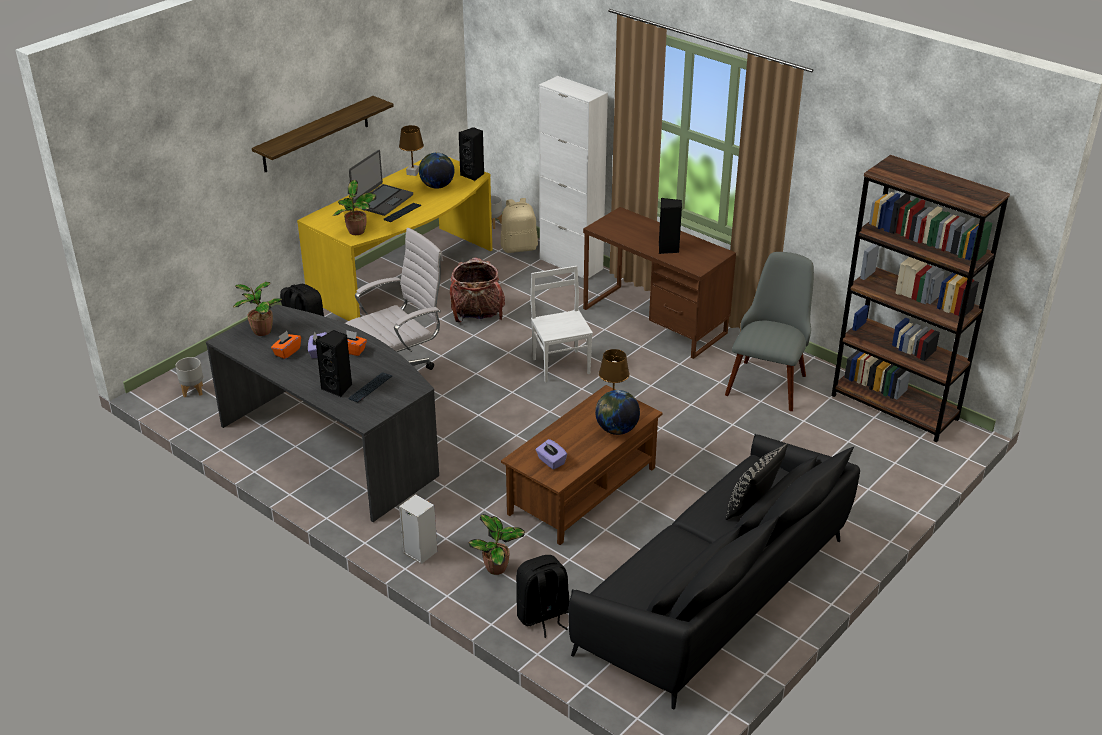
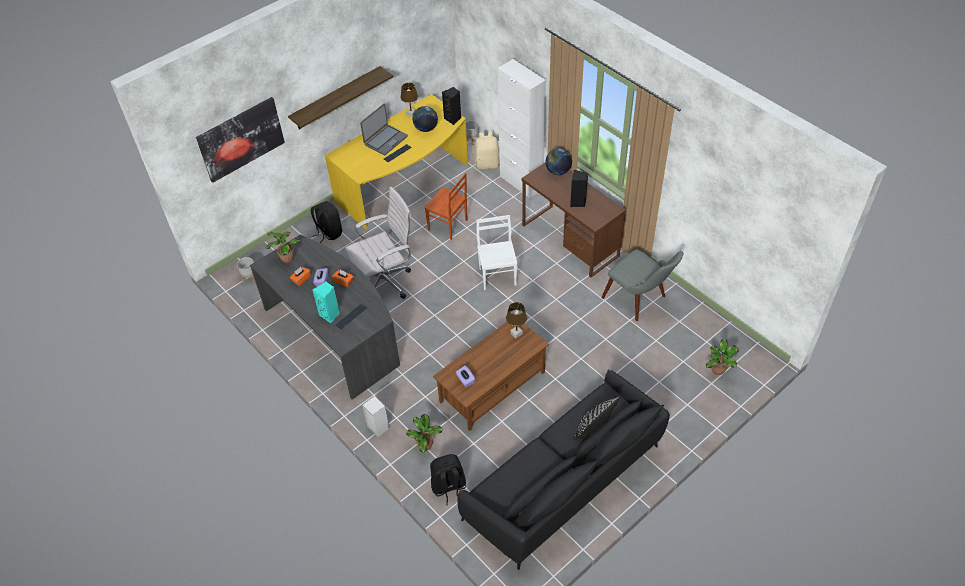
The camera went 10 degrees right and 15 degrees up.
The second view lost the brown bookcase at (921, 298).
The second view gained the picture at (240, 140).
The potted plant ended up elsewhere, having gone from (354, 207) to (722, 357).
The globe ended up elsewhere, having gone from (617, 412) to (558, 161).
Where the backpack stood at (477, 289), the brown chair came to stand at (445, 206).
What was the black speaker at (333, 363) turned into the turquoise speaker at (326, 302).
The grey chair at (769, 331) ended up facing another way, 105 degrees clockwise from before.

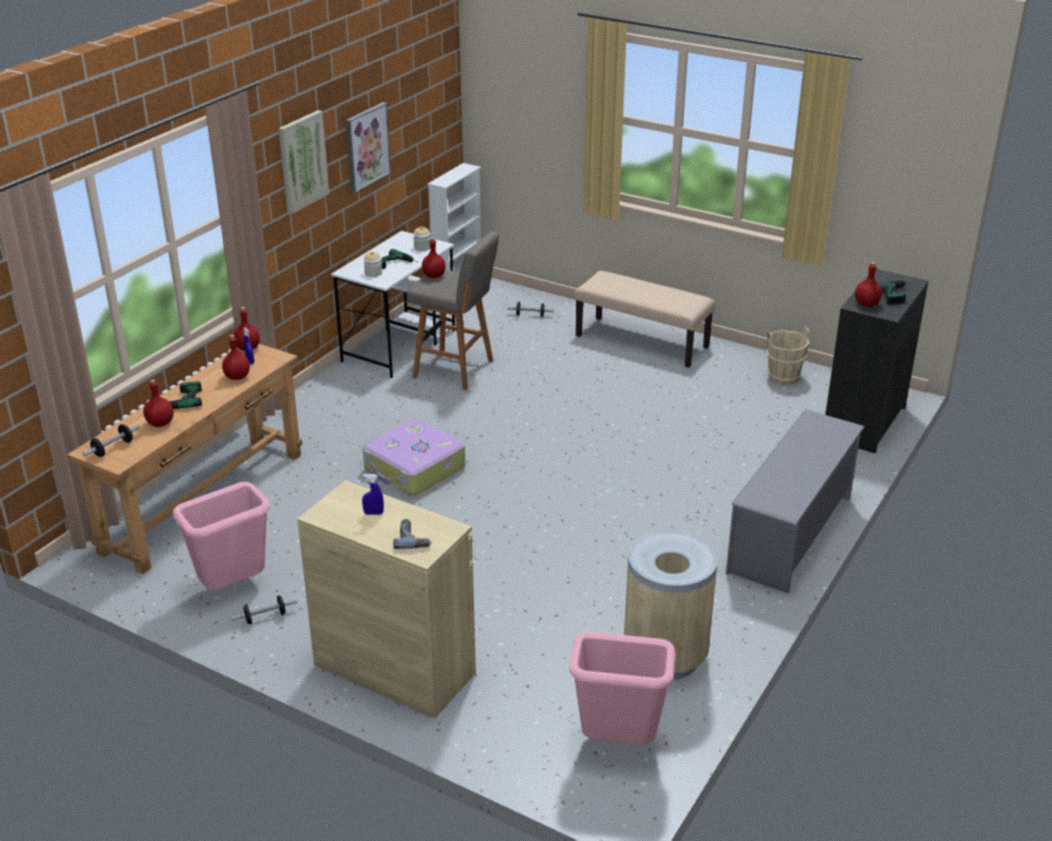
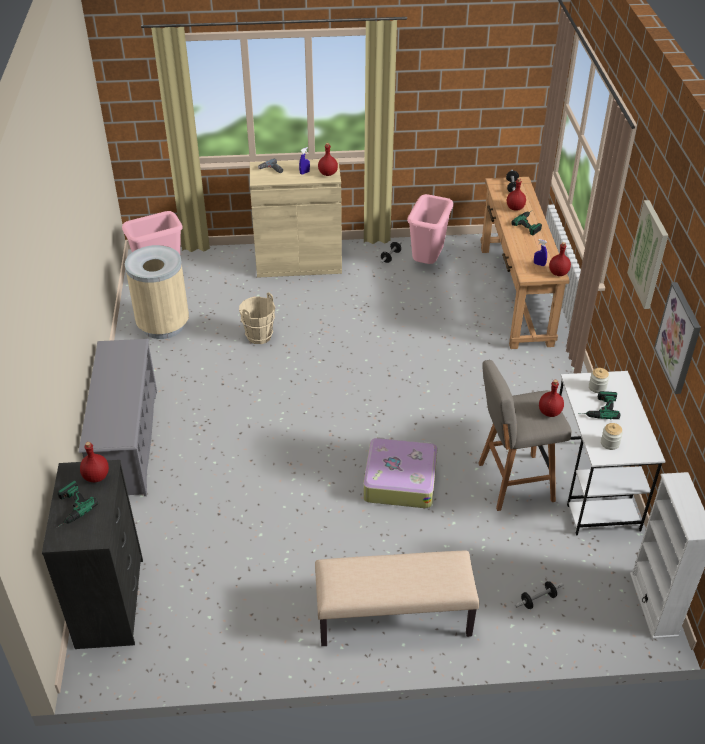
The camera went 145 degrees right and 10 degrees up.
The red bottle ended up elsewhere, having gone from (236, 357) to (328, 159).
The suitcase ended up elsewhere, having gone from (414, 457) to (400, 472).
The beige bucket ended up elsewhere, having gone from (787, 356) to (257, 318).

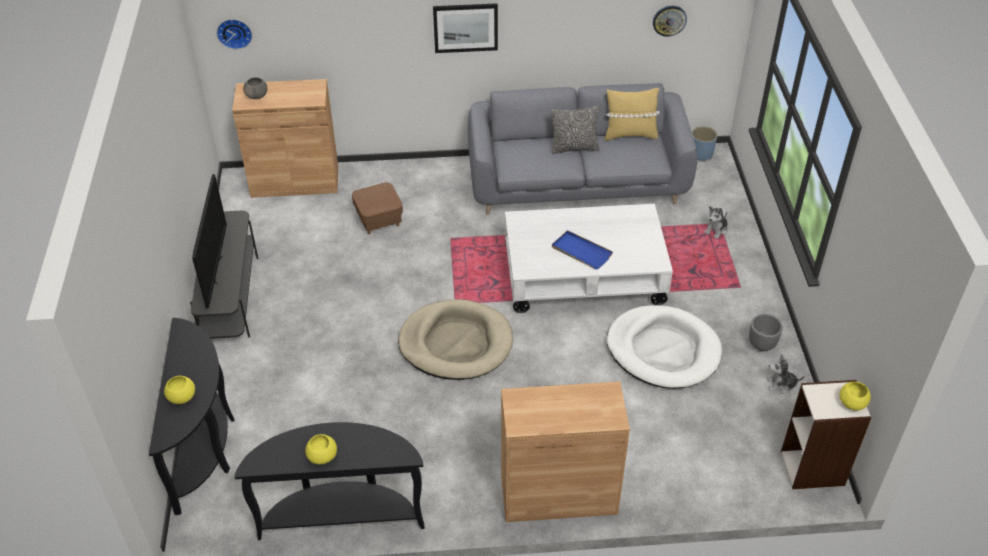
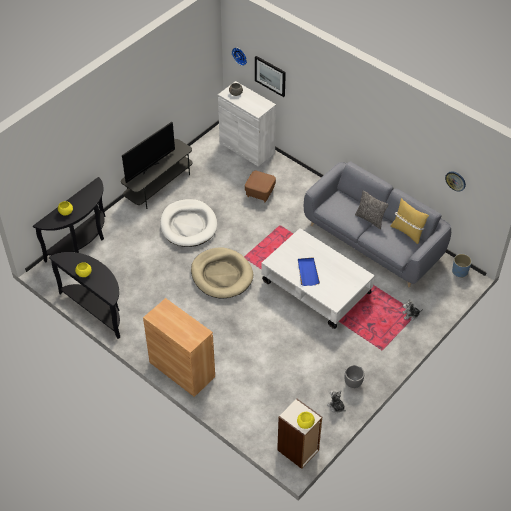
The camera went 45 degrees right and 5 degrees up.
The picture ended up elsewhere, having gone from (465, 28) to (270, 76).
The white dog bed ended up elsewhere, having gone from (664, 347) to (188, 223).
What was the brown cabinet at (285, 138) turned into the white cabinet at (247, 124).

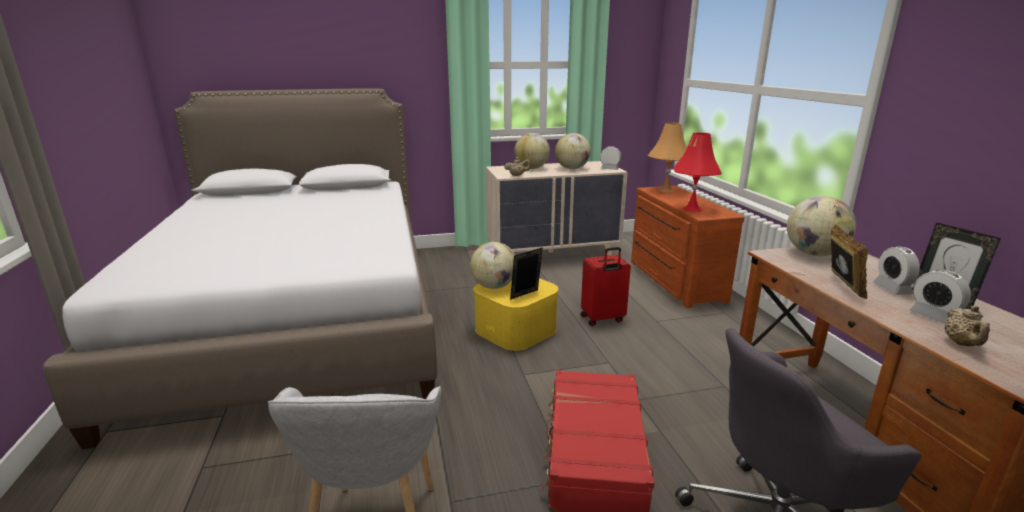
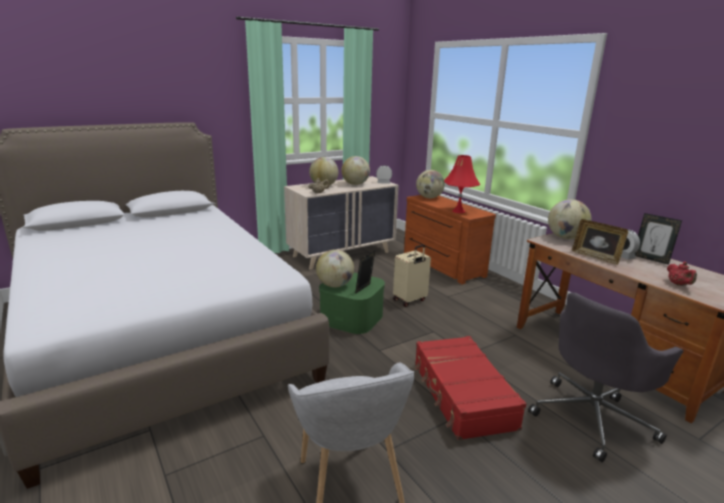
The camera went 20 degrees left and 0 degrees up.
The second view lost the alarm clock at (940, 296).
Where the orange table lamp stood at (667, 158), the globe came to stand at (430, 184).
What was the yellow storage box at (515, 314) turned into the green storage box at (352, 303).
What was the red suitcase at (606, 286) turned into the beige suitcase at (412, 276).
What was the beige teapot at (967, 325) turned into the red teapot at (682, 274).
The picture frame at (849, 261) ended up facing another way, 150 degrees clockwise from before.

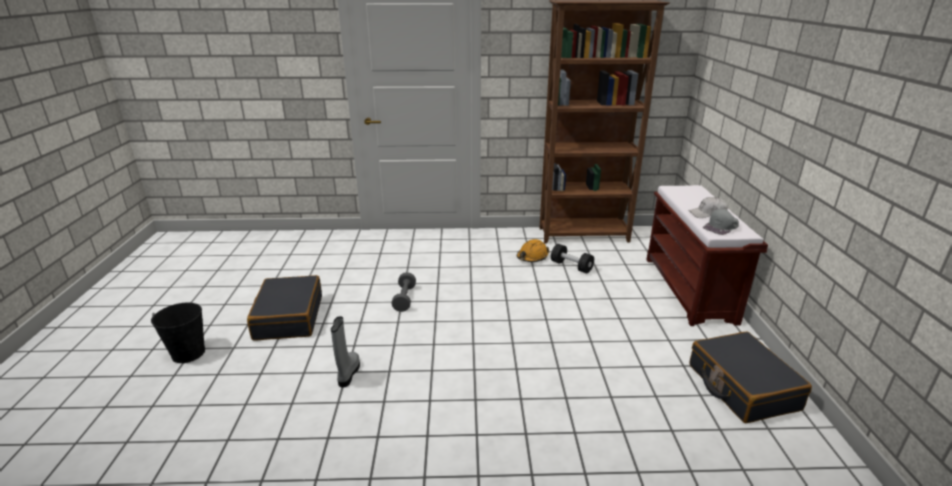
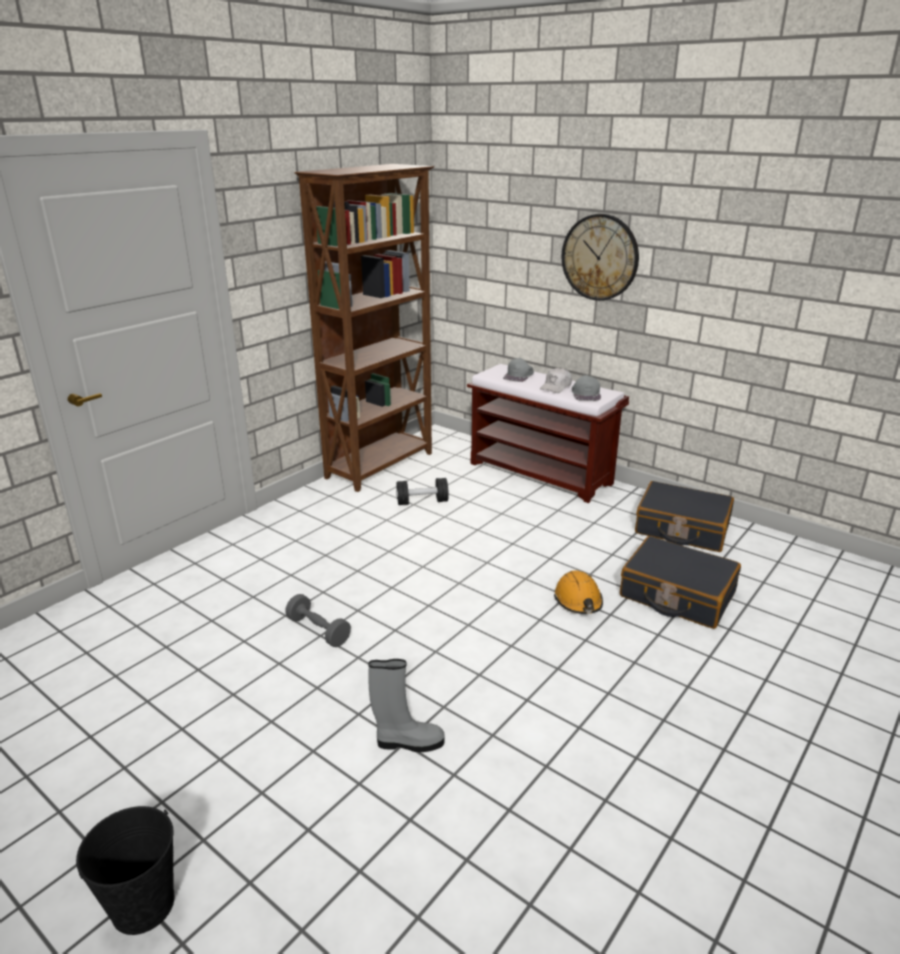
The camera went 50 degrees left and 0 degrees up.
The second view gained the grey cap at (518, 370).
The second view gained the wall clock at (600, 257).
The black suitcase ended up elsewhere, having gone from (284, 308) to (680, 582).
The orange hard hat ended up elsewhere, having gone from (533, 250) to (578, 592).
The grey boot at (345, 351) ended up facing another way, 135 degrees clockwise from before.

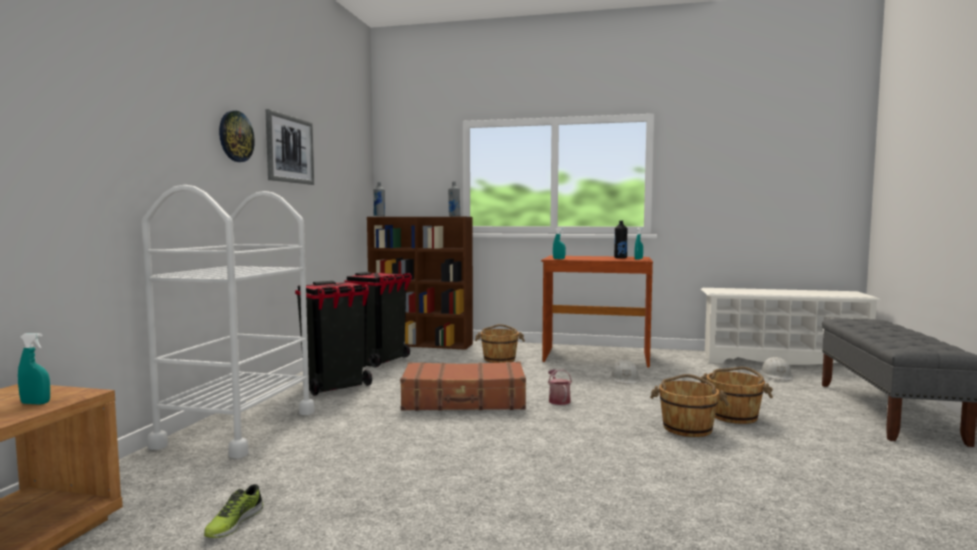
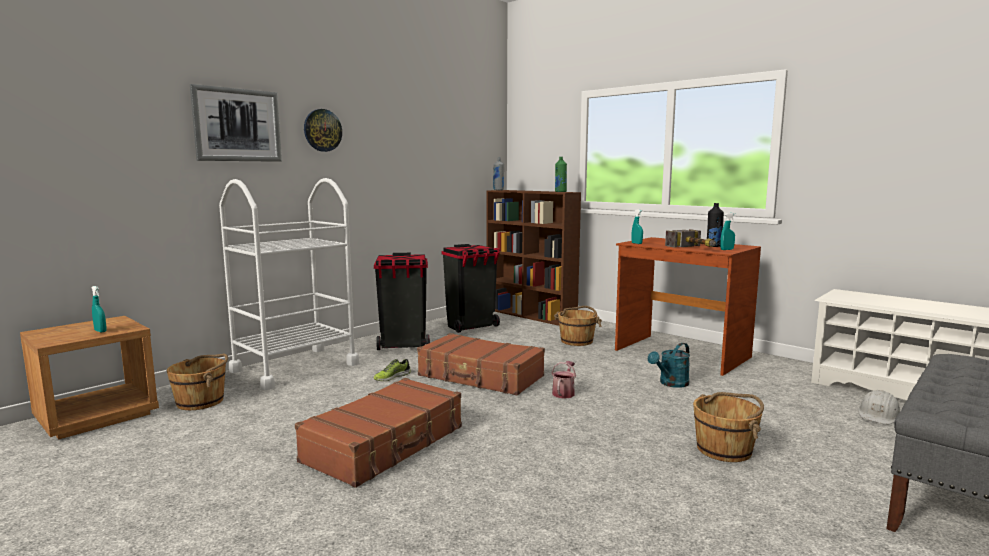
The camera went 30 degrees right and 5 degrees up.
The second view gained the brown suitcase at (378, 433).
The second view gained the hammer at (690, 238).
The shoe ended up elsewhere, having gone from (233, 511) to (392, 370).
The picture ended up elsewhere, having gone from (290, 147) to (236, 123).
The brown bucket ended up elsewhere, having gone from (689, 405) to (197, 382).
Where the white hard hat stood at (625, 372), the turquoise watering can came to stand at (669, 365).
What was the grey bottle at (454, 199) turned into the green bottle at (561, 174).

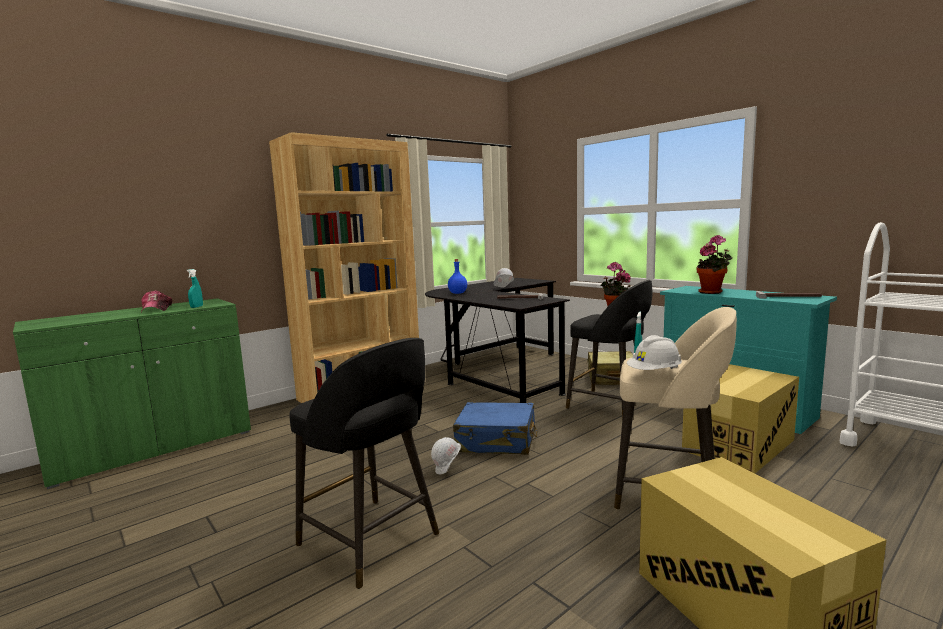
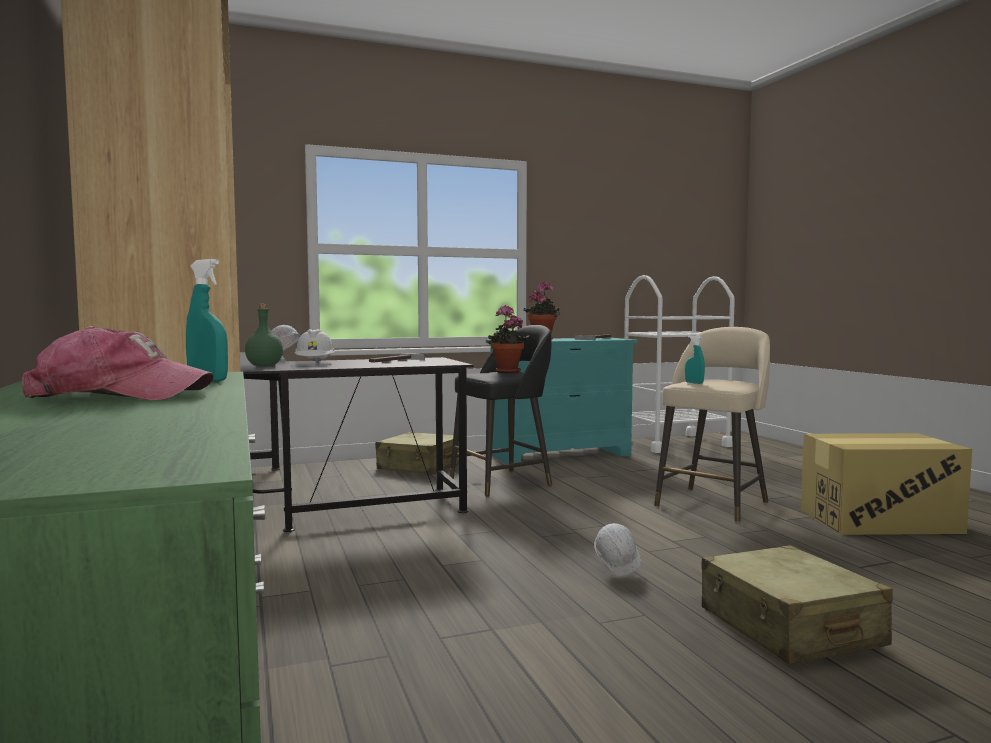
The camera went 70 degrees left and 5 degrees down.
The second view lost the blue suitcase at (495, 428).
The second view lost the cardboard box at (740, 418).
The white hard hat ended up elsewhere, having gone from (654, 352) to (315, 345).
Where the black stool stood at (364, 463), the beige suitcase came to stand at (797, 604).
What was the blue bottle at (457, 276) turned into the green bottle at (264, 335).

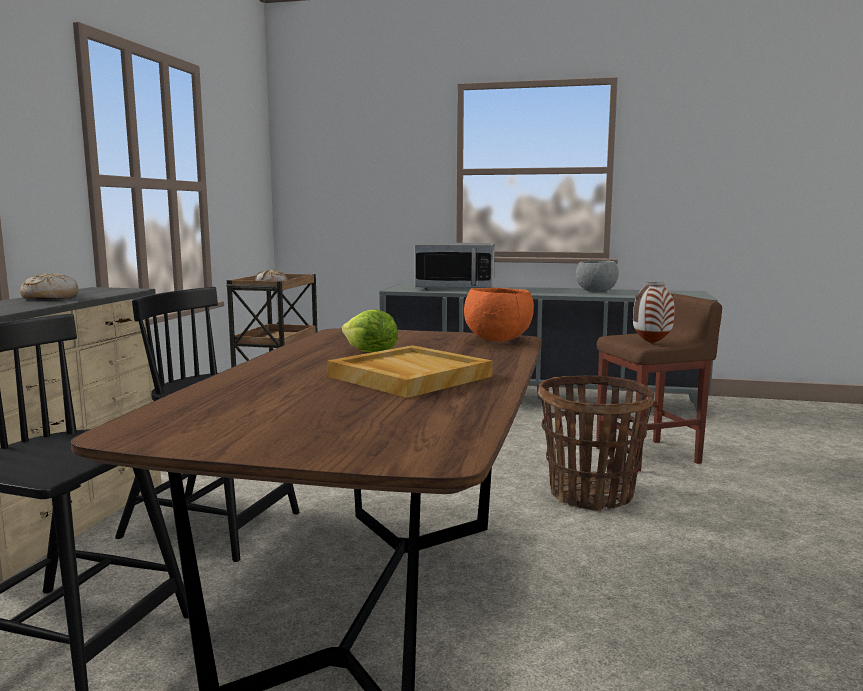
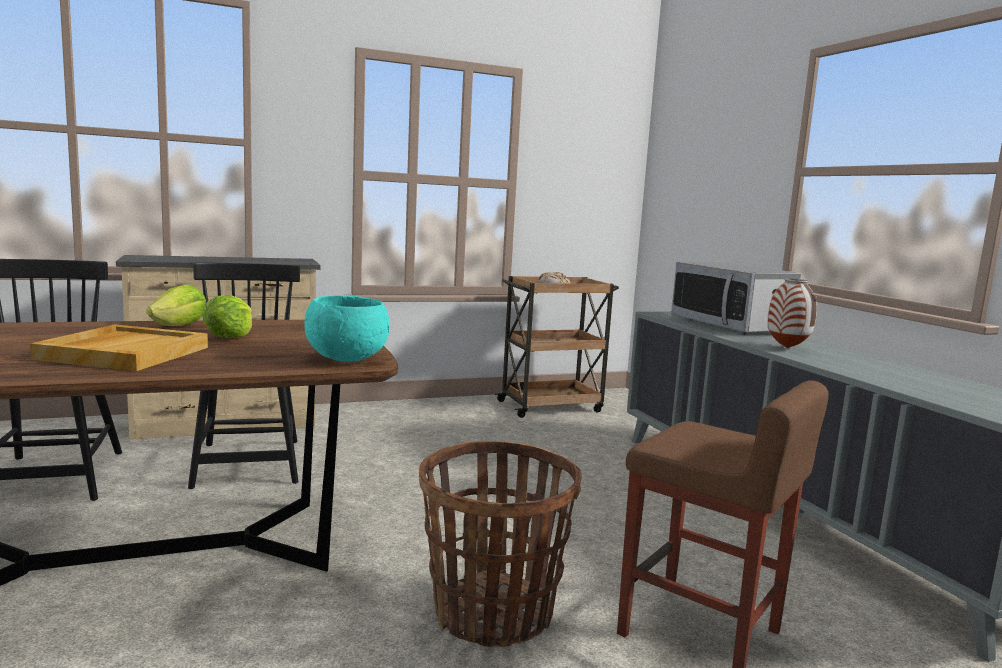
The camera went 55 degrees right and 0 degrees up.
The second view lost the bread at (49, 286).
The second view lost the grey bowl at (597, 276).
The second view gained the lettuce at (176, 305).
The vase ended up elsewhere, having gone from (654, 313) to (792, 313).
What was the orange bowl at (499, 315) turned into the turquoise bowl at (346, 328).

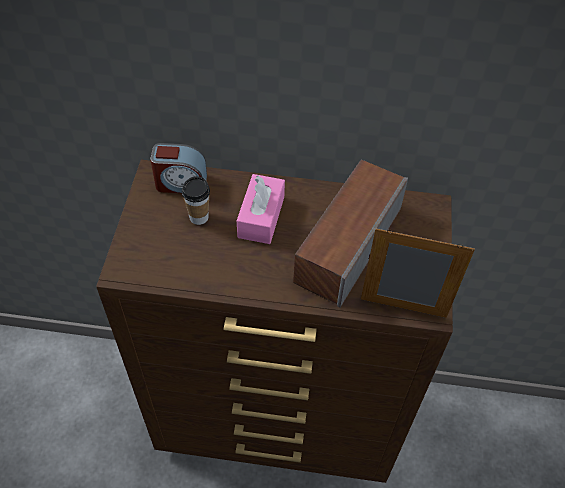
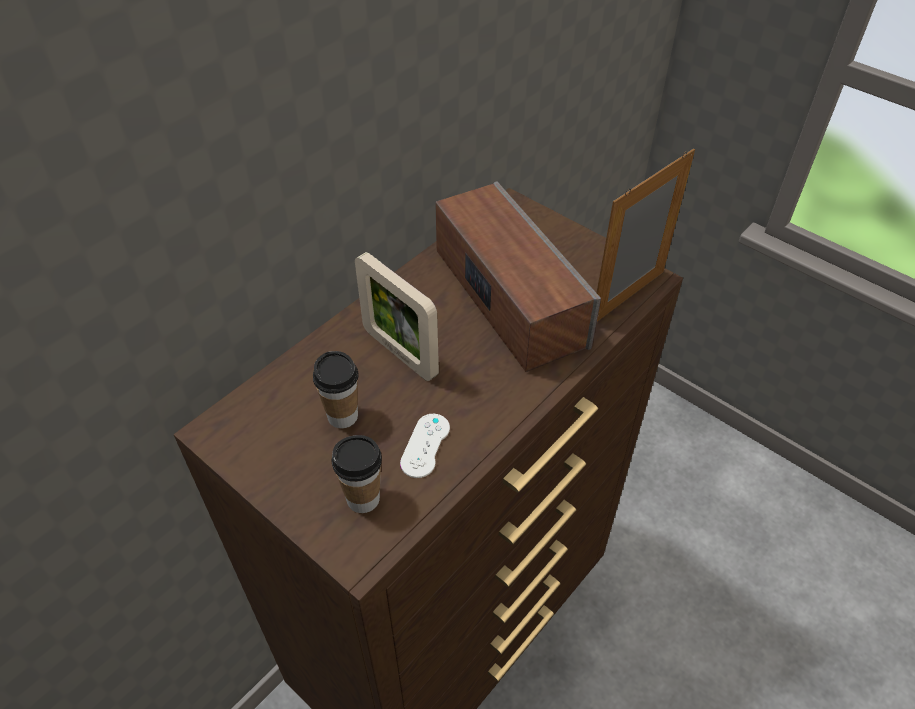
The camera went 55 degrees left and 5 degrees down.
The second view lost the alarm clock at (178, 168).
The second view gained the cup at (357, 474).
The second view gained the white game controller at (425, 446).
Where the pink tissue box stood at (261, 209), the picture frame came to stand at (397, 316).

